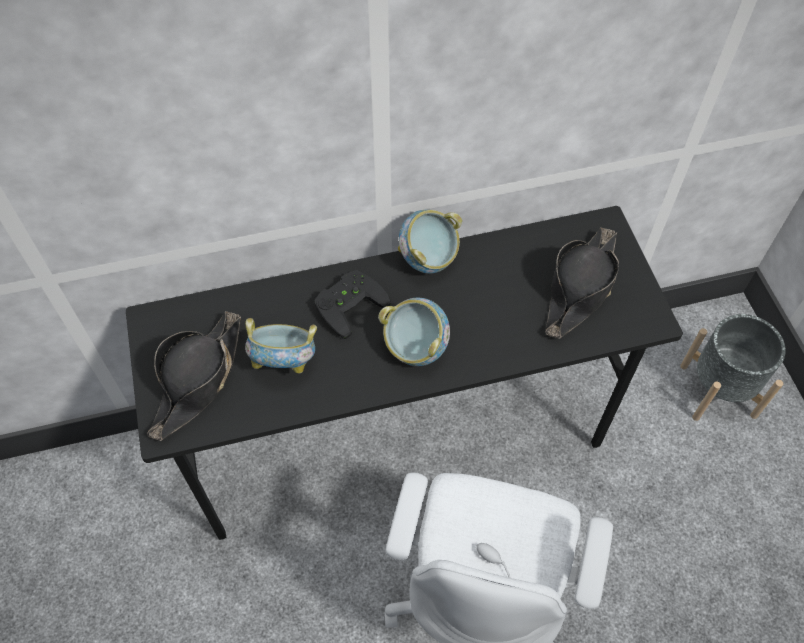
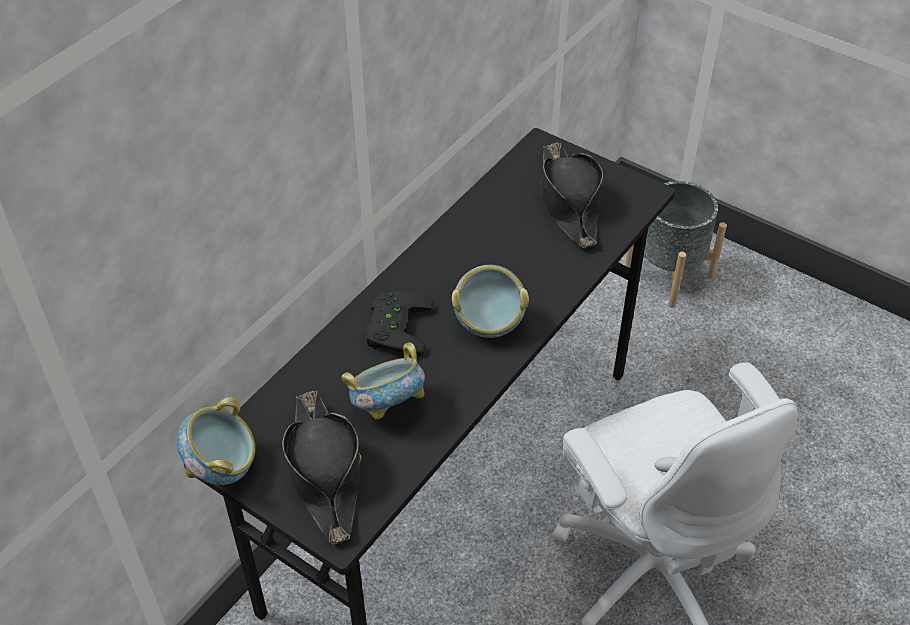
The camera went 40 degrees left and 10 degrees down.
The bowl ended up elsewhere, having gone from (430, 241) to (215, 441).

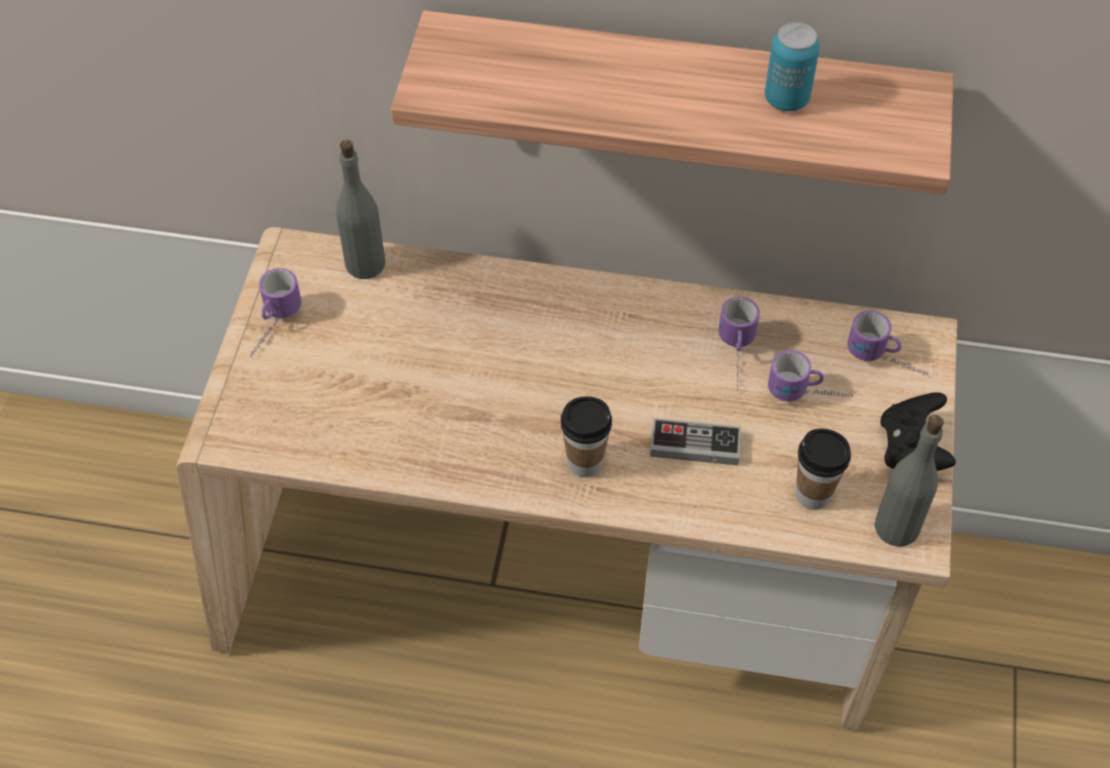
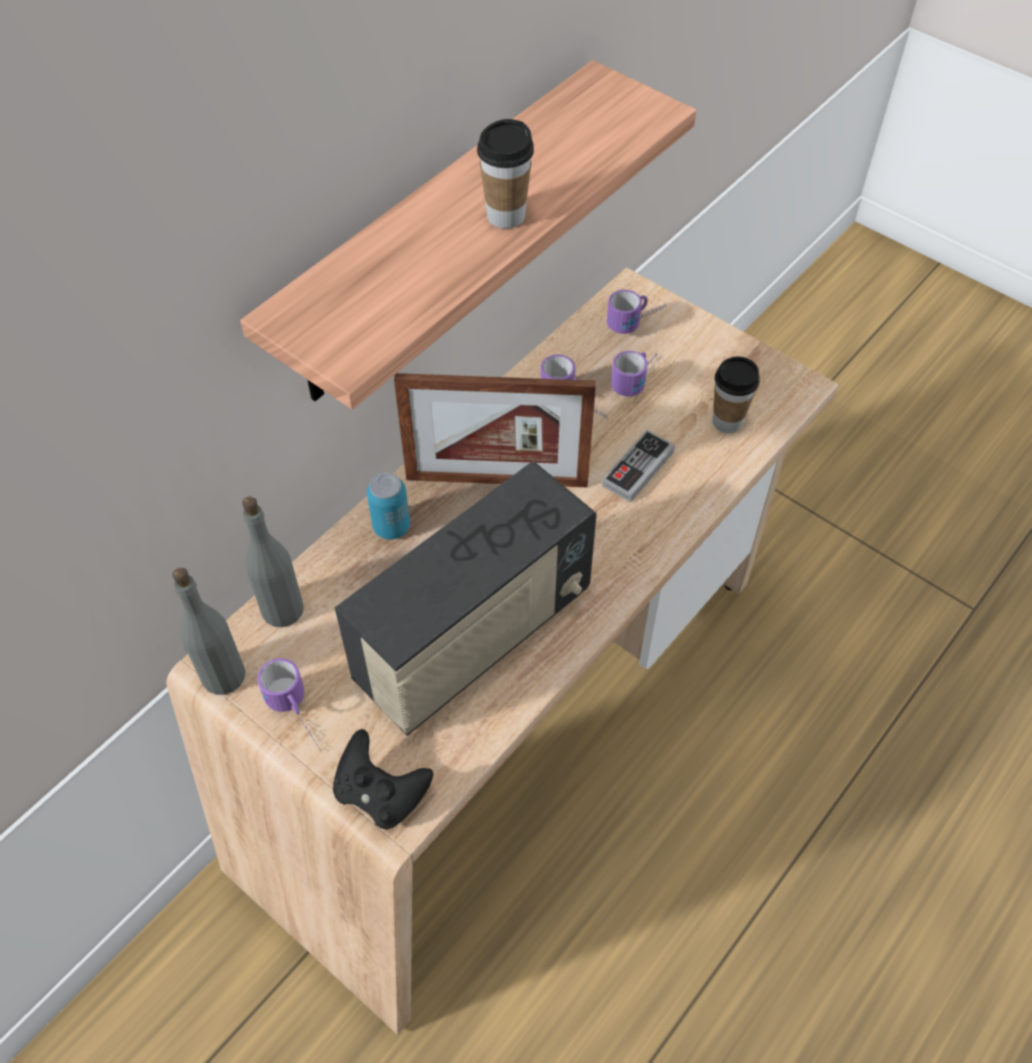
The camera went 60 degrees left and 0 degrees up.
The second view gained the radio at (466, 598).
The second view gained the picture frame at (495, 430).
The cup ended up elsewhere, having gone from (586, 436) to (505, 174).
The can ended up elsewhere, having gone from (792, 66) to (388, 506).
The grey bottle ended up elsewhere, having gone from (909, 481) to (208, 631).
The black game controller ended up elsewhere, having gone from (918, 431) to (383, 779).

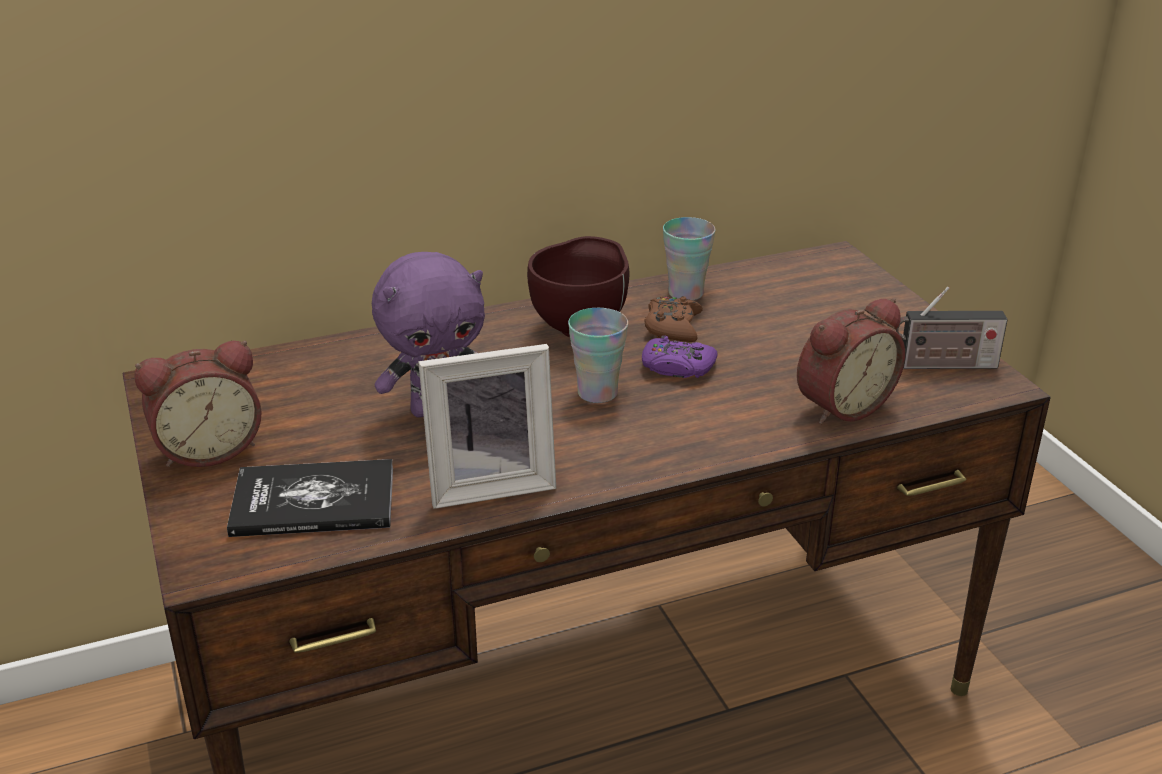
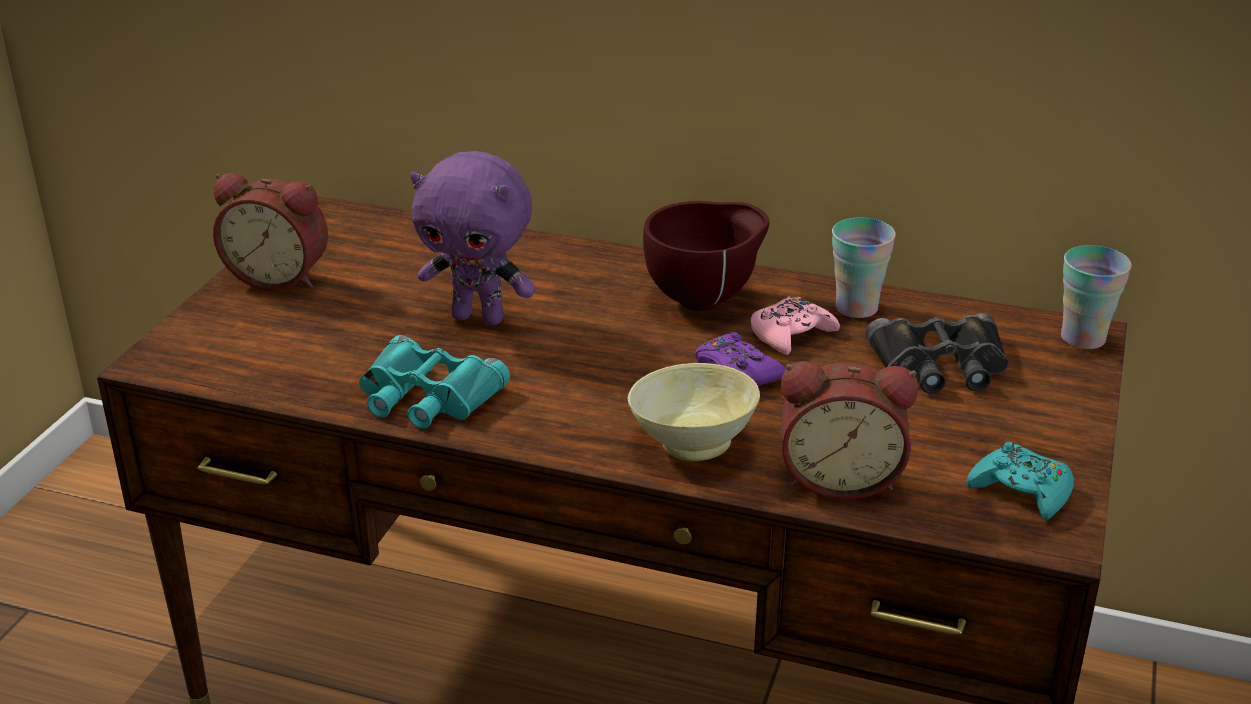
The camera went 40 degrees right and 0 degrees up.
The second view lost the book at (310, 498).
The second view gained the beige bowl at (694, 412).
The second view gained the black binoculars at (937, 353).
The cup ended up elsewhere, having gone from (598, 355) to (1096, 297).
Where the picture frame stood at (487, 426), the turquoise binoculars came to stand at (434, 382).
Where the radio stood at (952, 327), the turquoise game controller came to stand at (1020, 481).
What was the brown game controller at (674, 319) turned into the pink game controller at (795, 325).

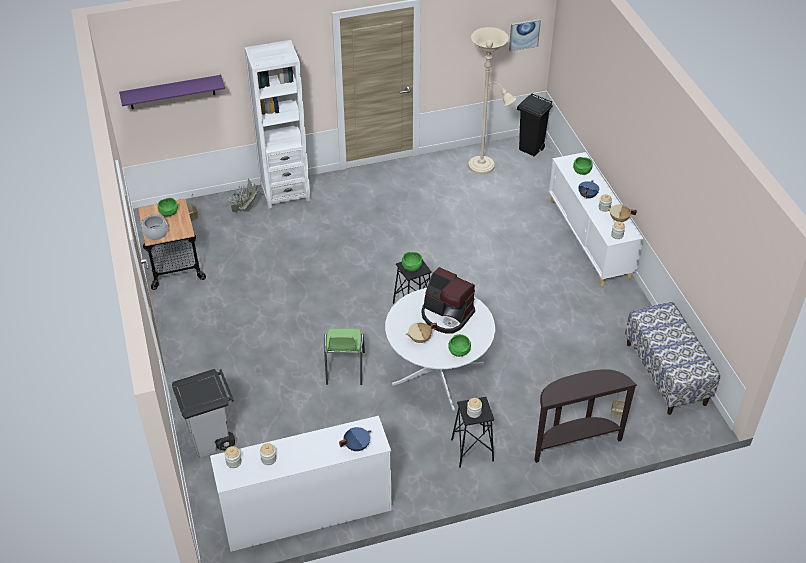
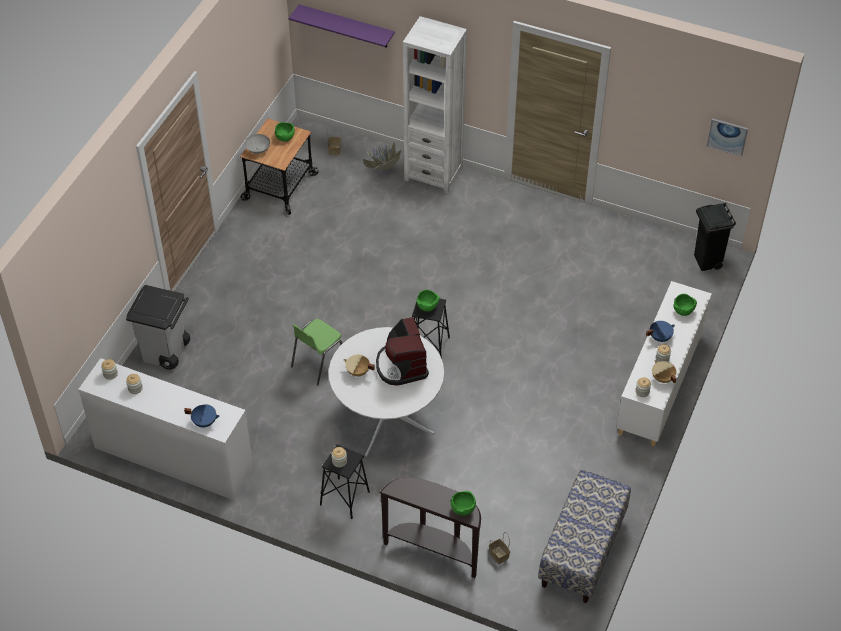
The camera went 40 degrees right and 5 degrees up.
The second view lost the beige floor lamp at (492, 100).
The green bowl ended up elsewhere, having gone from (459, 345) to (463, 503).
Where the cooking pot stood at (154, 227), the grey bowl came to stand at (257, 144).

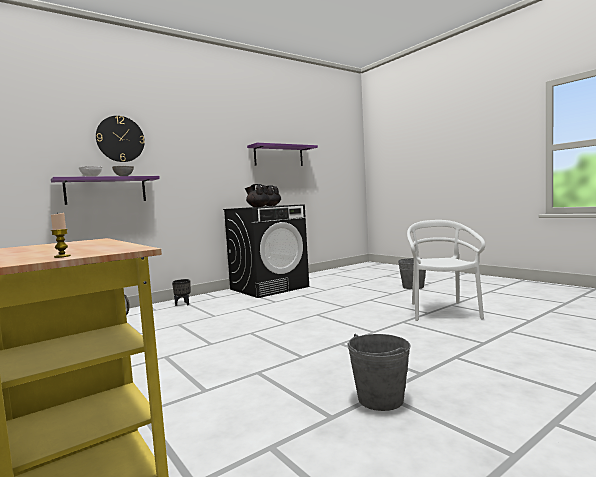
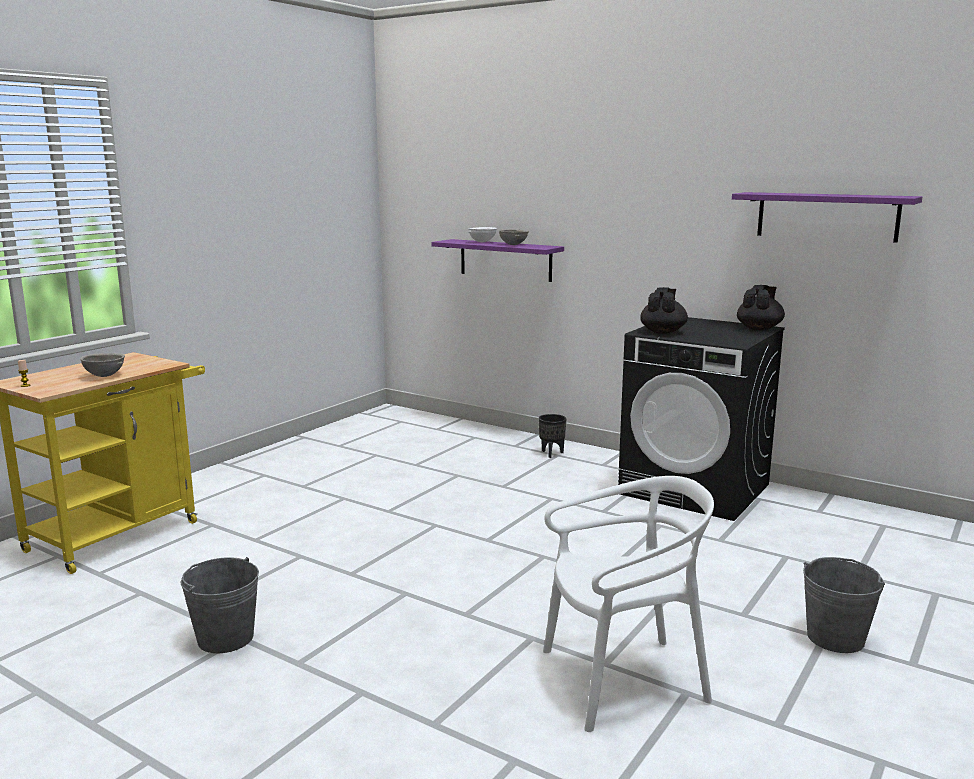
The camera went 70 degrees right and 10 degrees up.
The second view lost the wall clock at (120, 139).
The second view gained the grey bowl at (102, 365).

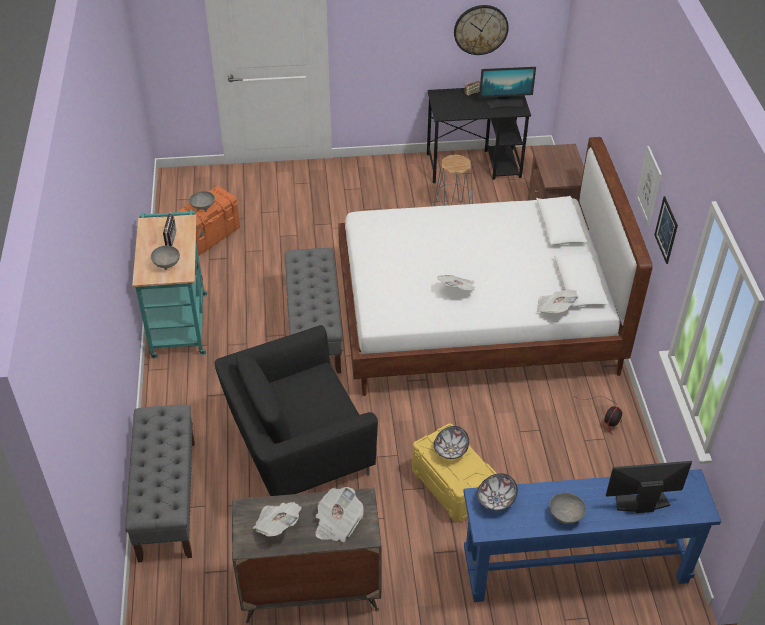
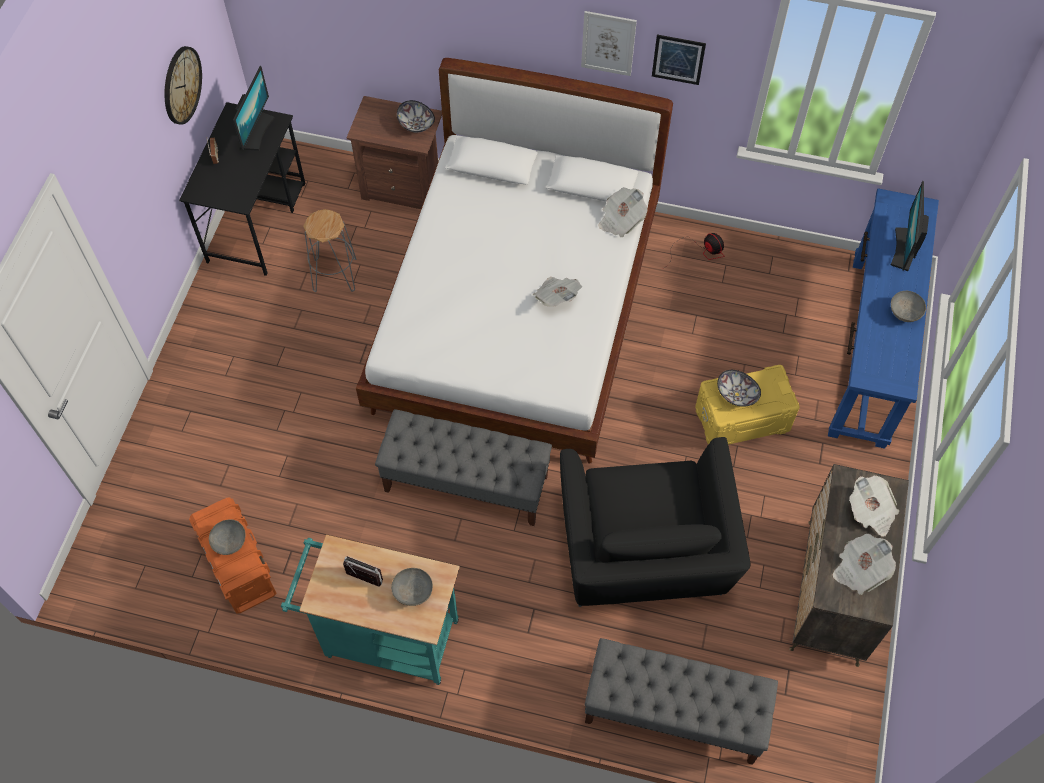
The camera went 70 degrees left and 15 degrees up.
The bowl ended up elsewhere, having gone from (497, 492) to (416, 116).

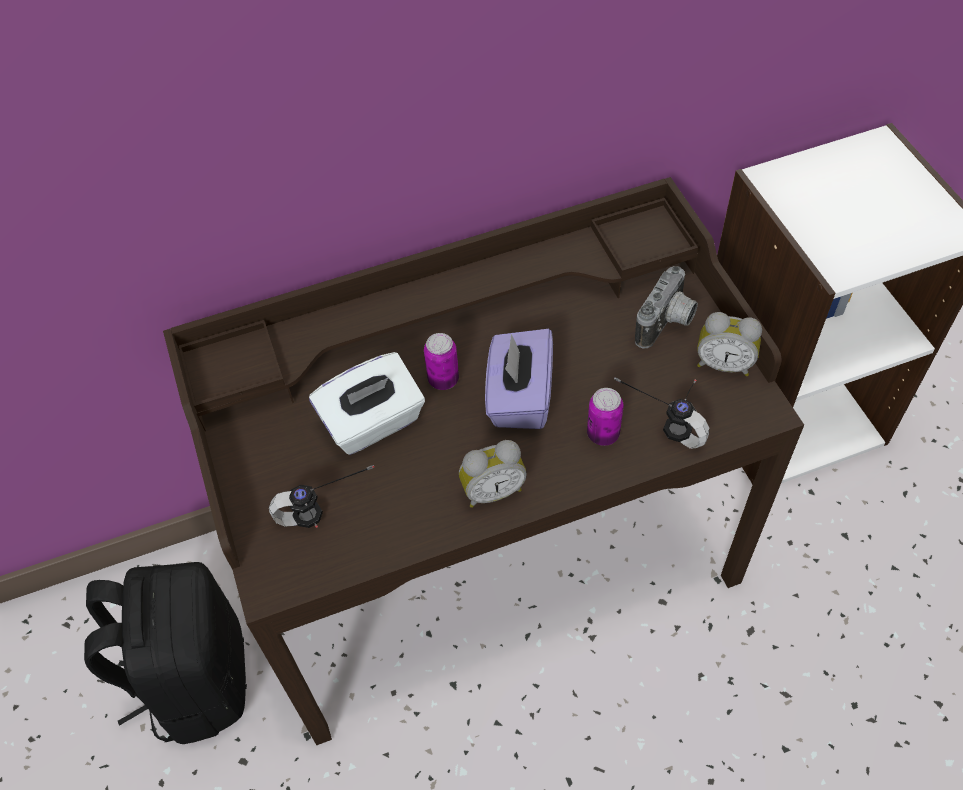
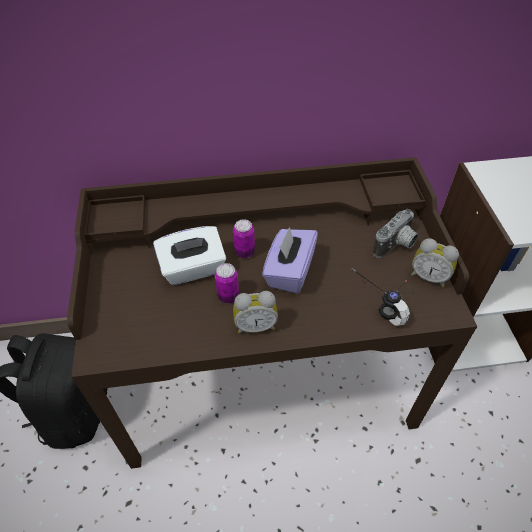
The camera went 10 degrees right and 5 degrees down.
The second view lost the headphones at (321, 496).
The can ended up elsewhere, having gone from (605, 417) to (227, 283).

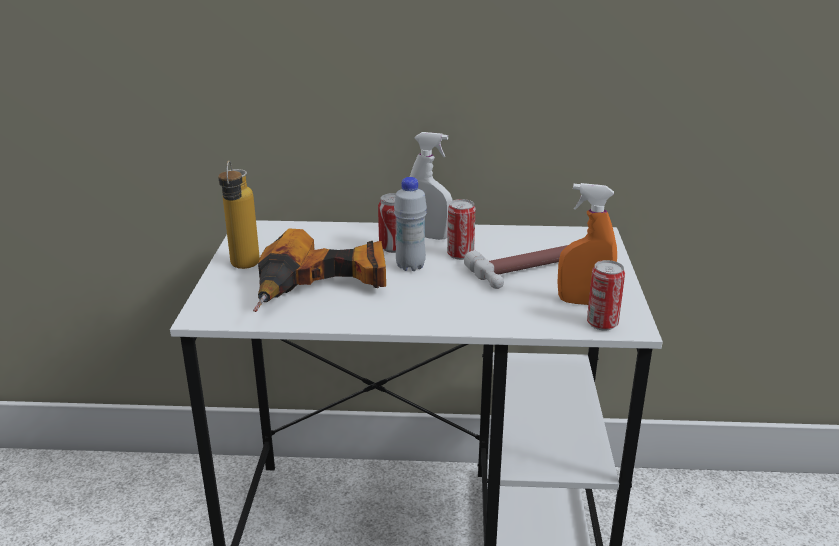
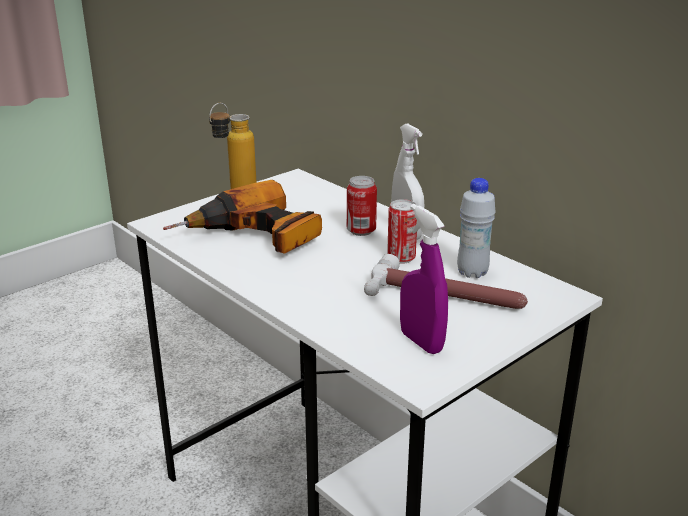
The camera went 45 degrees right and 0 degrees up.
The second view lost the can at (606, 295).
The white bottle ended up elsewhere, having gone from (410, 224) to (476, 228).
What was the orange spray bottle at (587, 244) turned into the purple spray bottle at (424, 279).

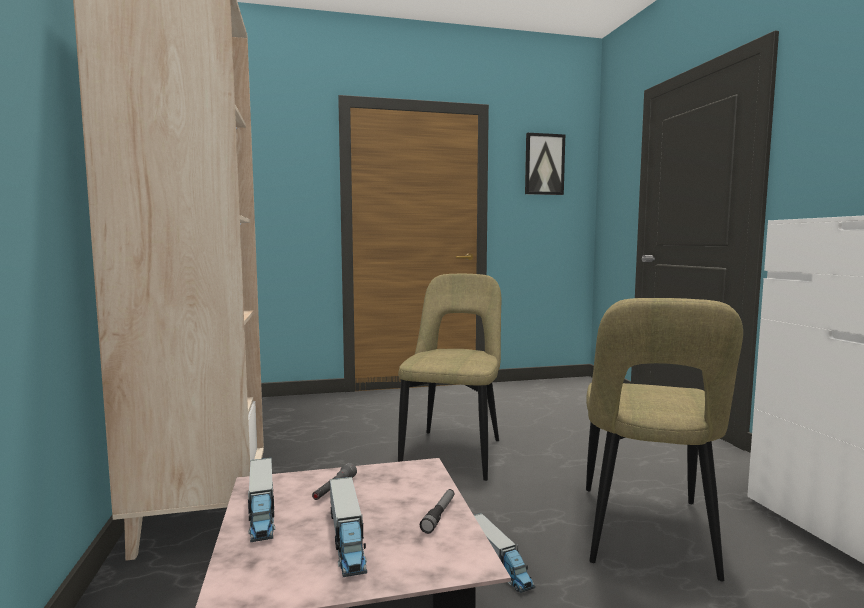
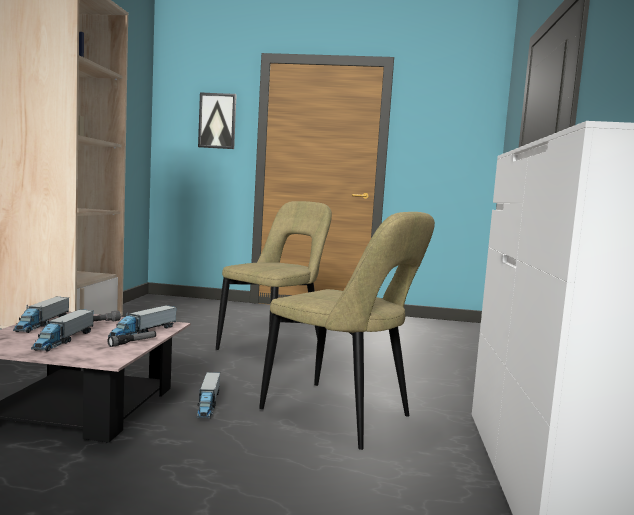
The camera went 20 degrees right and 0 degrees up.
The second view gained the toy truck at (142, 321).
The picture ended up elsewhere, having gone from (545, 164) to (217, 120).
The beige chair at (664, 440) ended up facing another way, 90 degrees counterclockwise from before.

